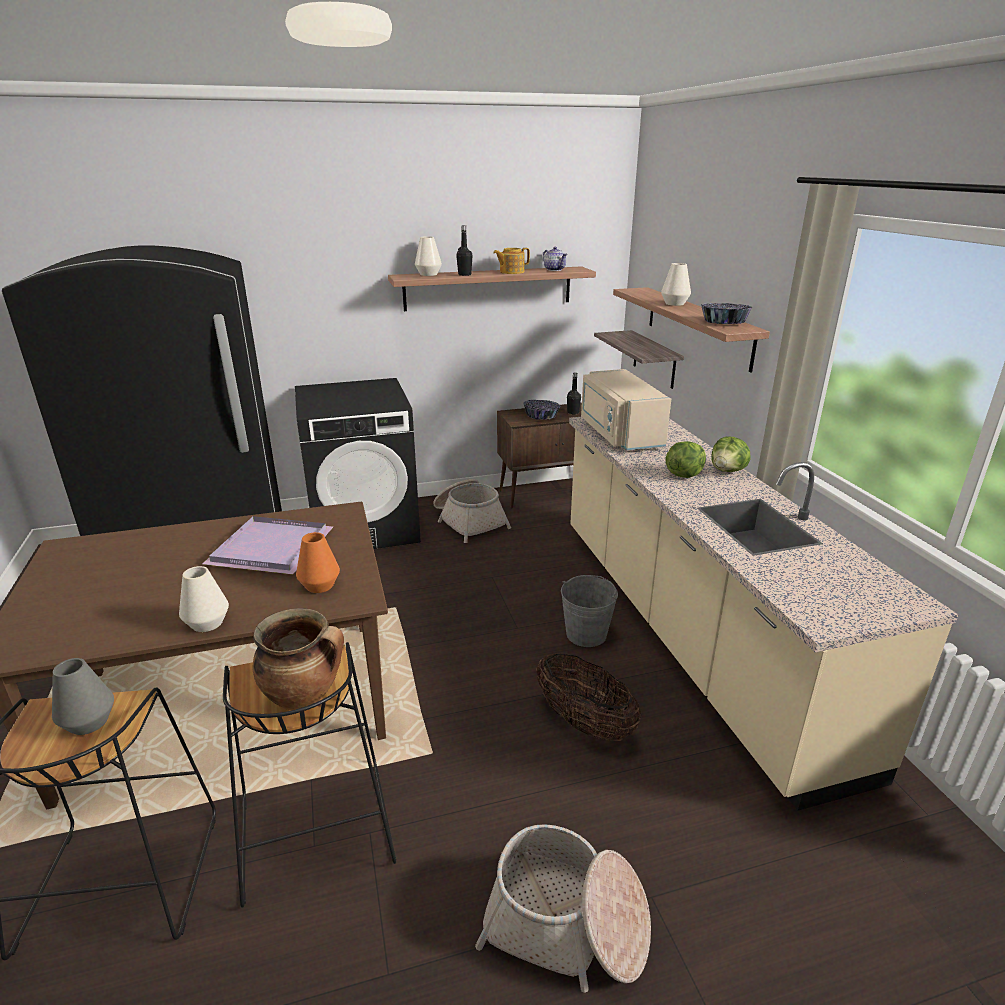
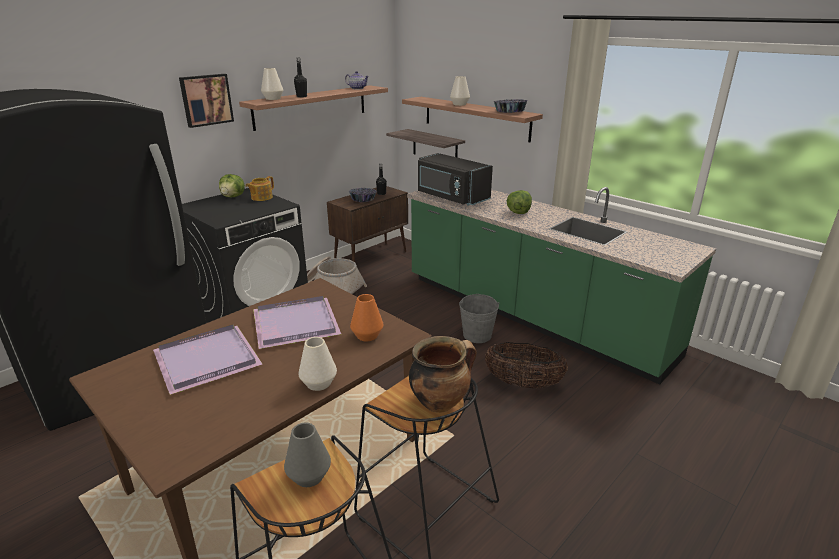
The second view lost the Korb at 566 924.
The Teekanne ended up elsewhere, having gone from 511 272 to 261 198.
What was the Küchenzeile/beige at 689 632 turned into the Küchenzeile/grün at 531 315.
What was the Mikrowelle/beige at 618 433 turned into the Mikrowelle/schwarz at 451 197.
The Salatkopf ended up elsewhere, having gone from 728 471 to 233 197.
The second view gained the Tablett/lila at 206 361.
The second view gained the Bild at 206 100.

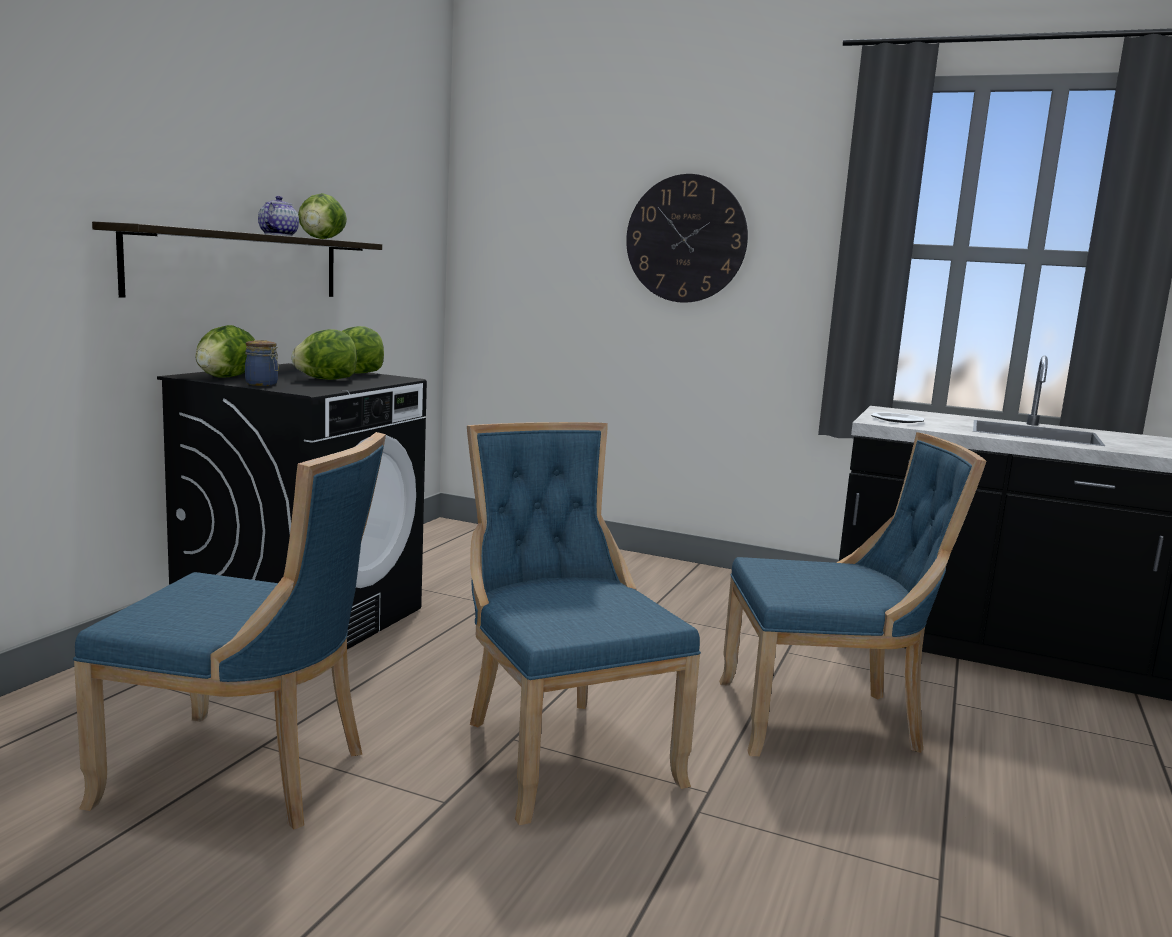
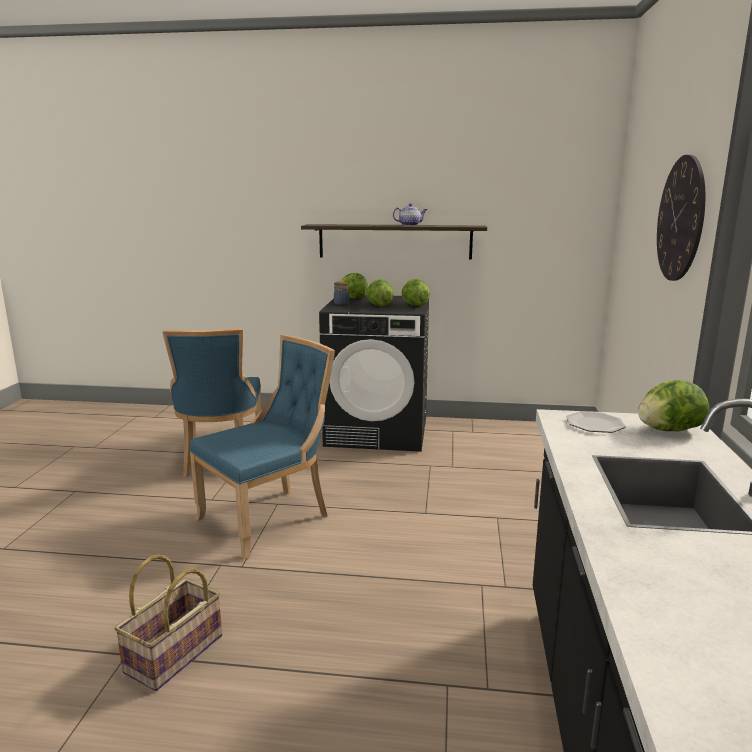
The Salatkopf ended up elsewhere, having gone from 321 239 to 668 430.
The second view lost the Stuhl/blau at 825 720.
The second view gained the Korb at 175 654.

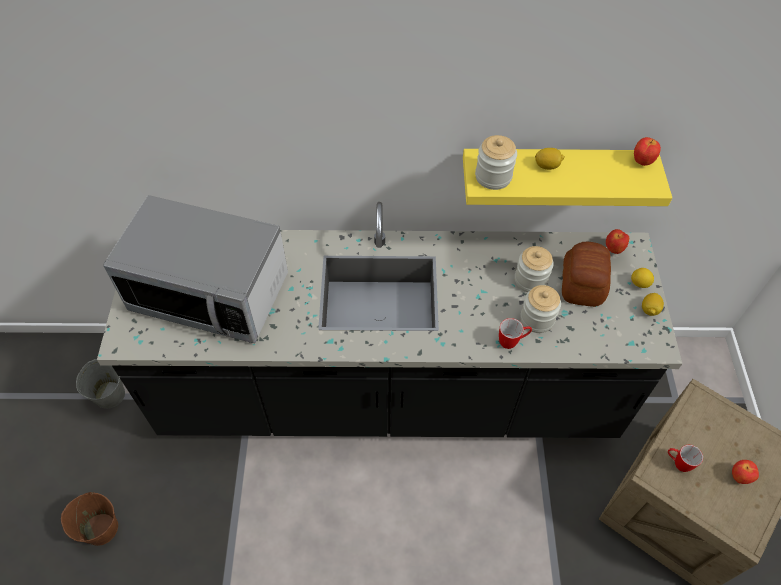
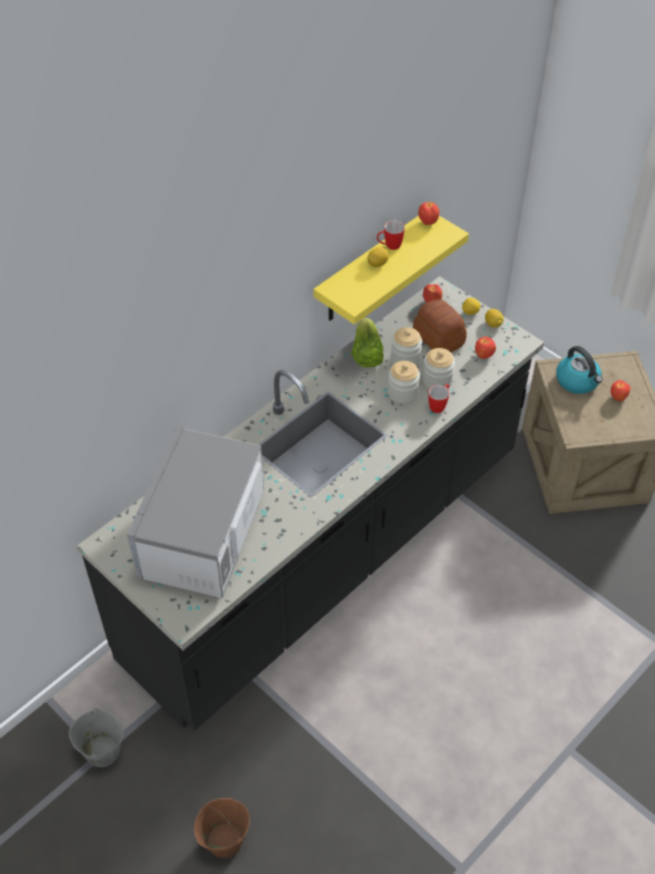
The Mikrowelle at 211 292 ended up facing another way, 135 degrees clockwise from before.
The Vorratsglas ended up elsewhere, having gone from 493 177 to 402 393.
The Henkelbecher ended up elsewhere, having gone from 677 463 to 389 246.
The second view gained the Salatkopf at 366 354.
The second view gained the Apfel at 484 356.
The second view gained the Wasserkessel at 578 381.

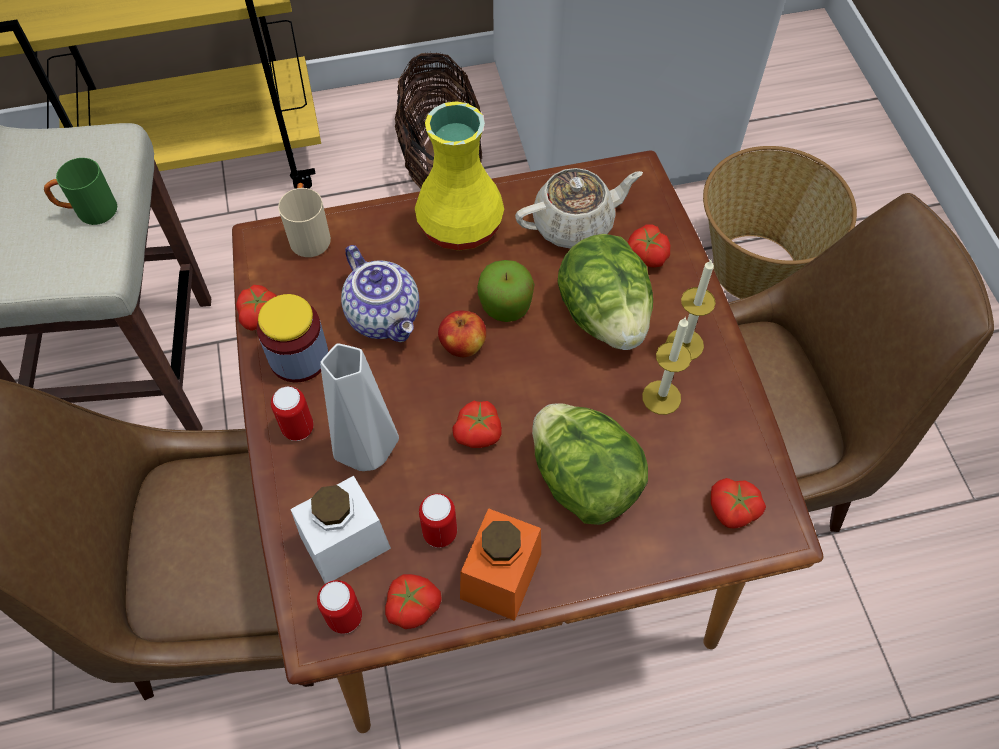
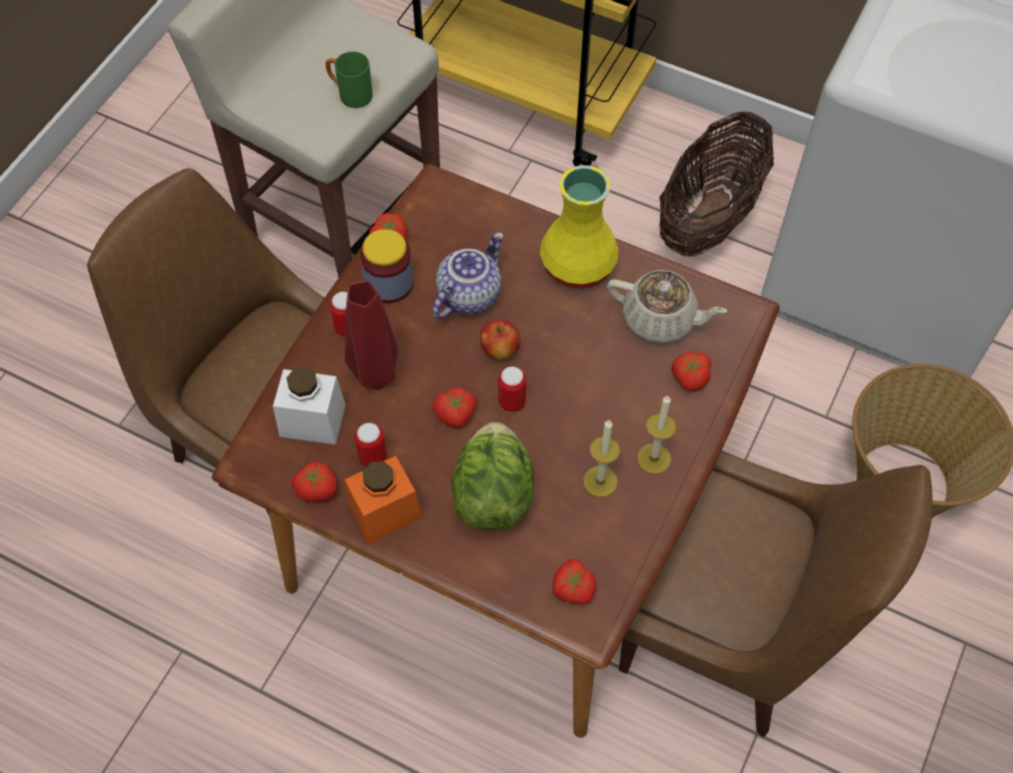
The second view lost the Henkelbecher/beige at 309 234.
The Dose ended up elsewhere, having gone from 344 617 to 511 402.
What was the Vase/grau at 368 455 turned into the Vase/rot at 374 377.
The Teekanne at 385 316 ended up facing another way, 150 degrees counterclockwise from before.
The second view lost the Apfel at 505 305.
The second view lost the Salatkopf at 604 315.

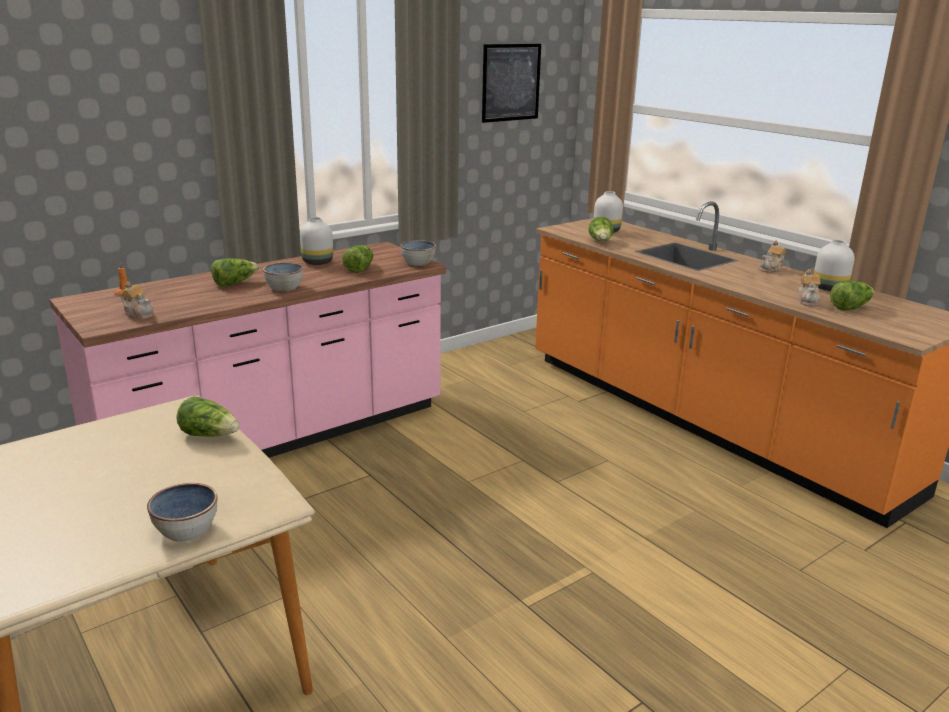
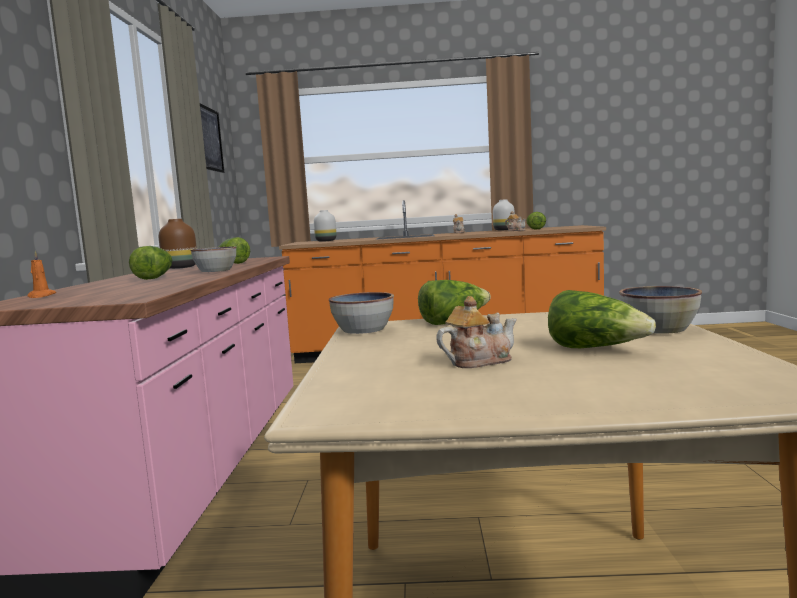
The Teekanne ended up elsewhere, having gone from 139 314 to 478 361.
What was the Vase/weiß at 317 262 turned into the Vase/braun at 179 268.
The Schüssel ended up elsewhere, having gone from 418 263 to 364 330.
The Salatkopf ended up elsewhere, having gone from 601 241 to 596 349.

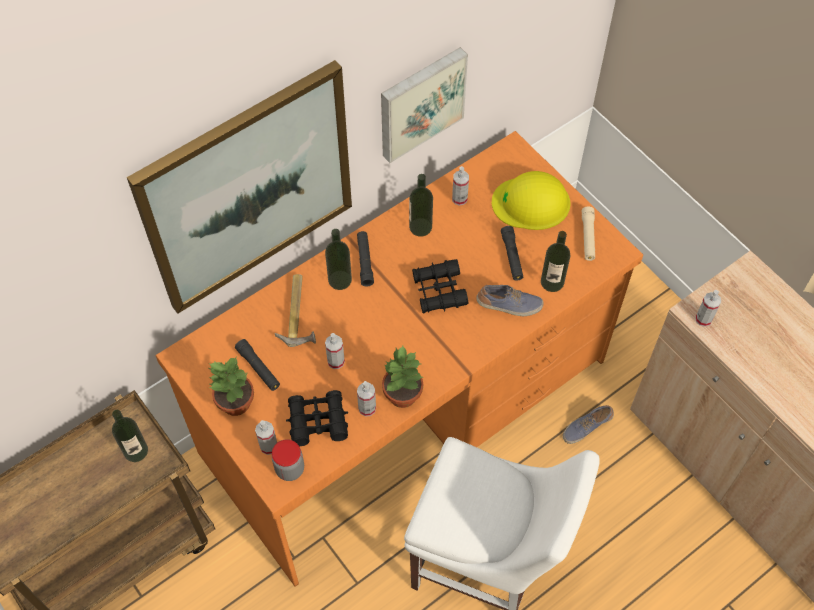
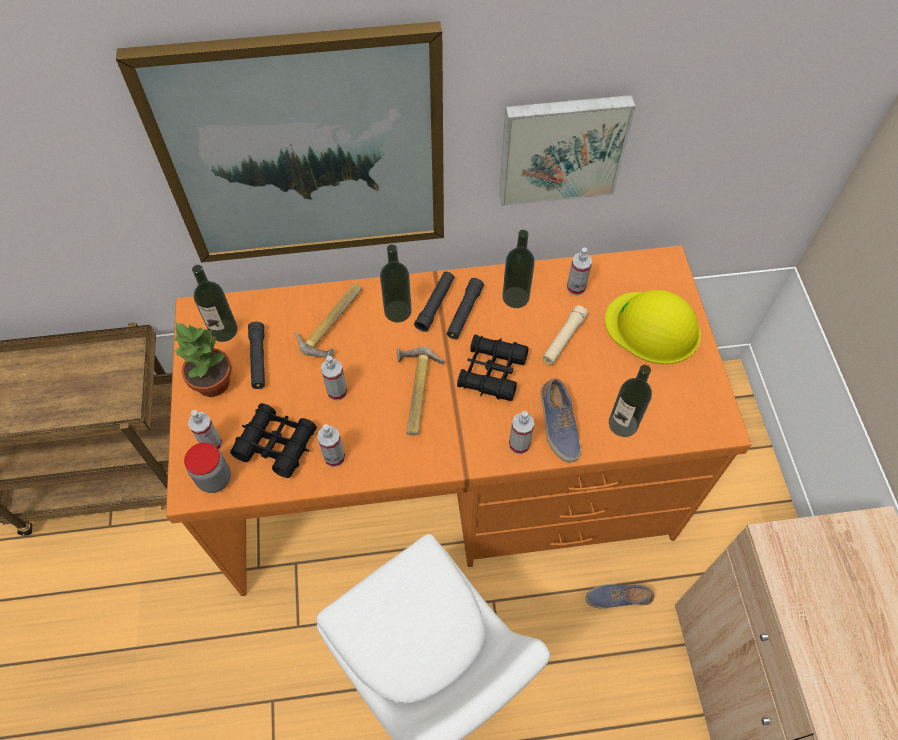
The Flasche ended up elsewhere, having gone from 136 451 to 223 330.
The second view lost the Topfpflanze at 402 395.
The Schuh at 509 306 ended up facing another way, 45 degrees clockwise from before.
The Taschenlampe/schwarz ended up elsewhere, having gone from 512 257 to 464 313.
The Taschenlampe/beige ended up elsewhere, having gone from 588 237 to 563 339.
The Sprühflasche ended up elsewhere, having gone from 703 319 to 519 444.
The second view gained the Hammer at 414 392.

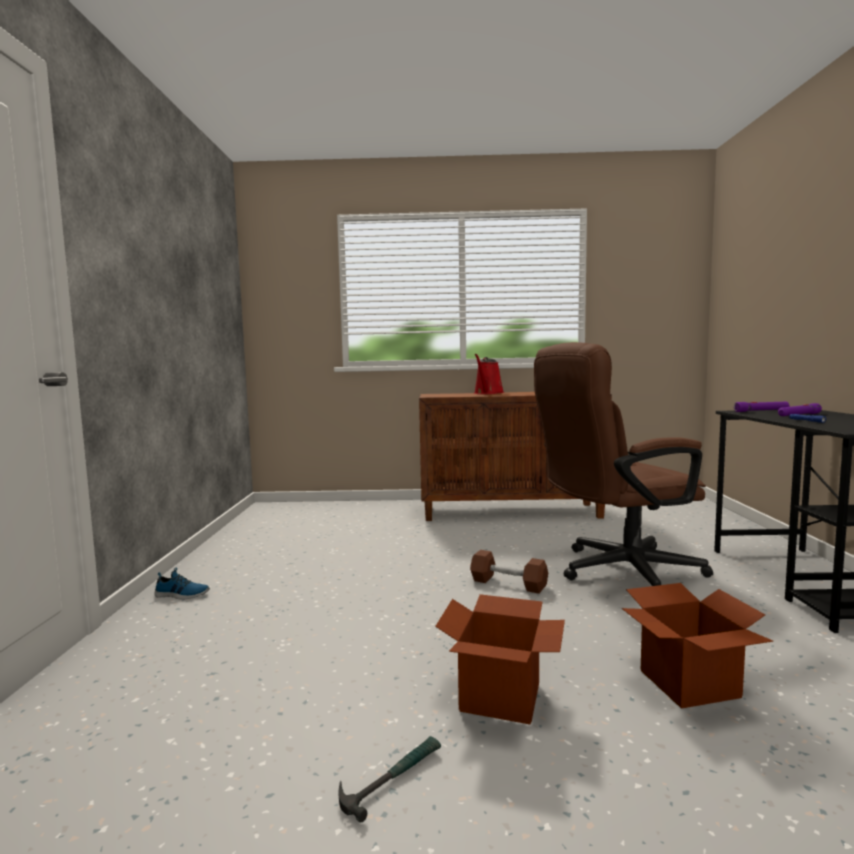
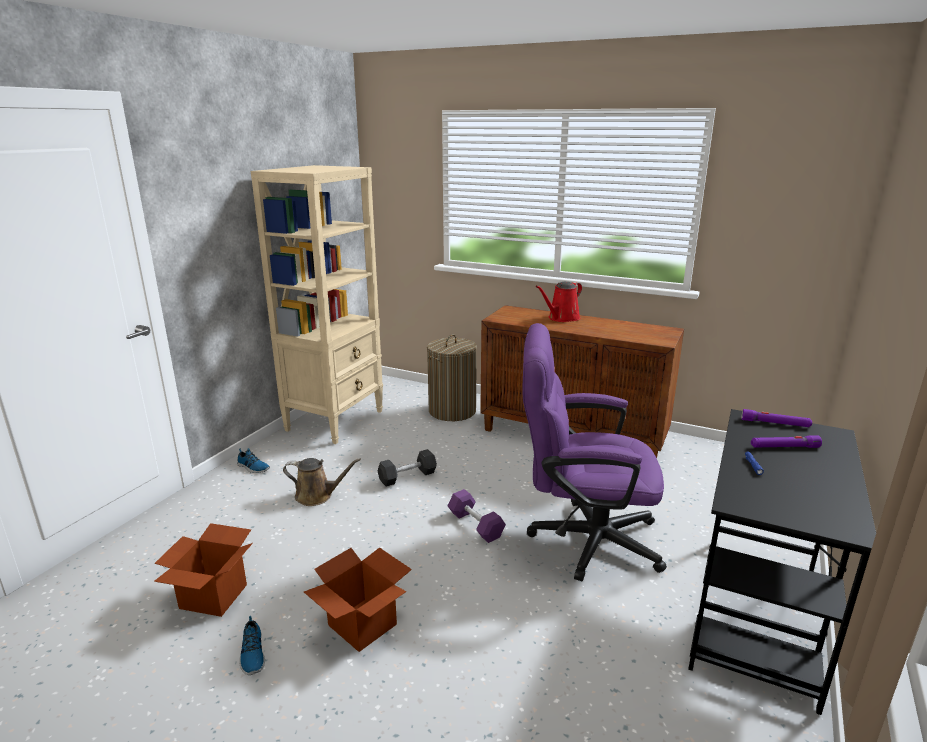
Where the Hammer stood at 391 778, the Schuh came to stand at 252 654.
What was the Hantel/braun at 508 584 turned into the Hantel/lila at 475 525.
What was the Bürostuhl/braun at 617 571 turned into the Bürostuhl/lila at 582 539.
The Karton ended up elsewhere, having gone from 689 683 to 214 596.
The second view gained the Bücherregal/beige at 336 420.
The second view gained the Gießkanne/braun at 317 496.
The second view gained the Hantel/grau at 407 476.
The second view gained the Wäschekorb at 452 411.

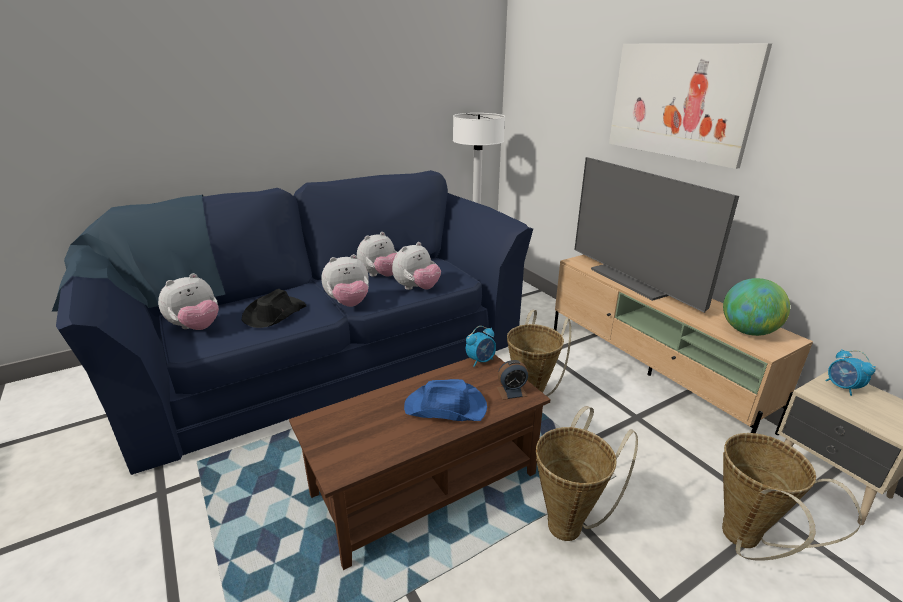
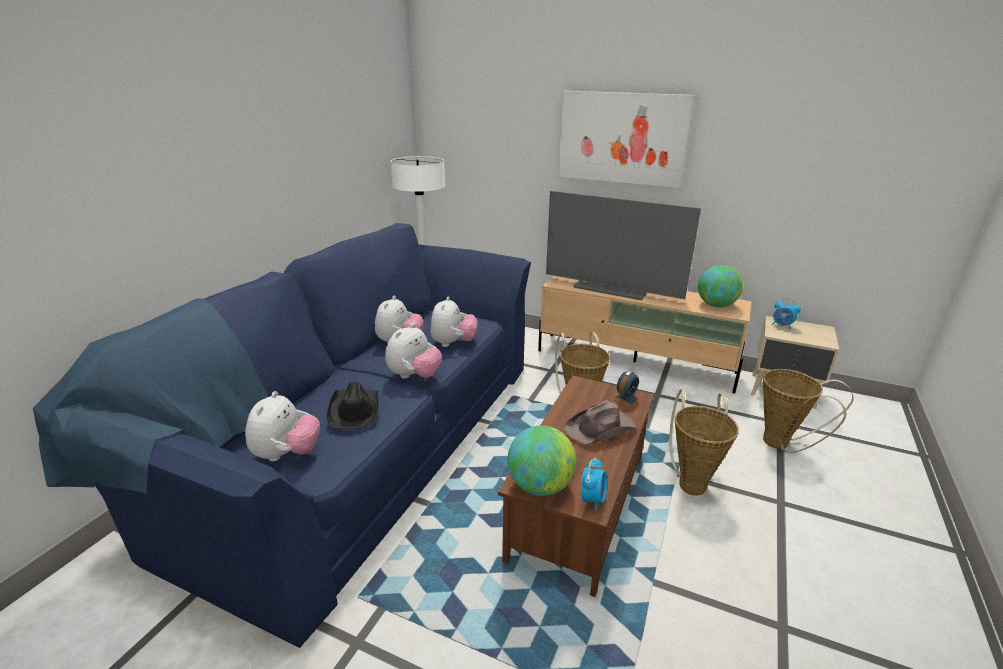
What was the Hut/blau at 446 408 turned into the Hut/braun at 600 428.
The Wecker ended up elsewhere, having gone from 481 361 to 592 499.
The second view gained the Globus at 540 486.

